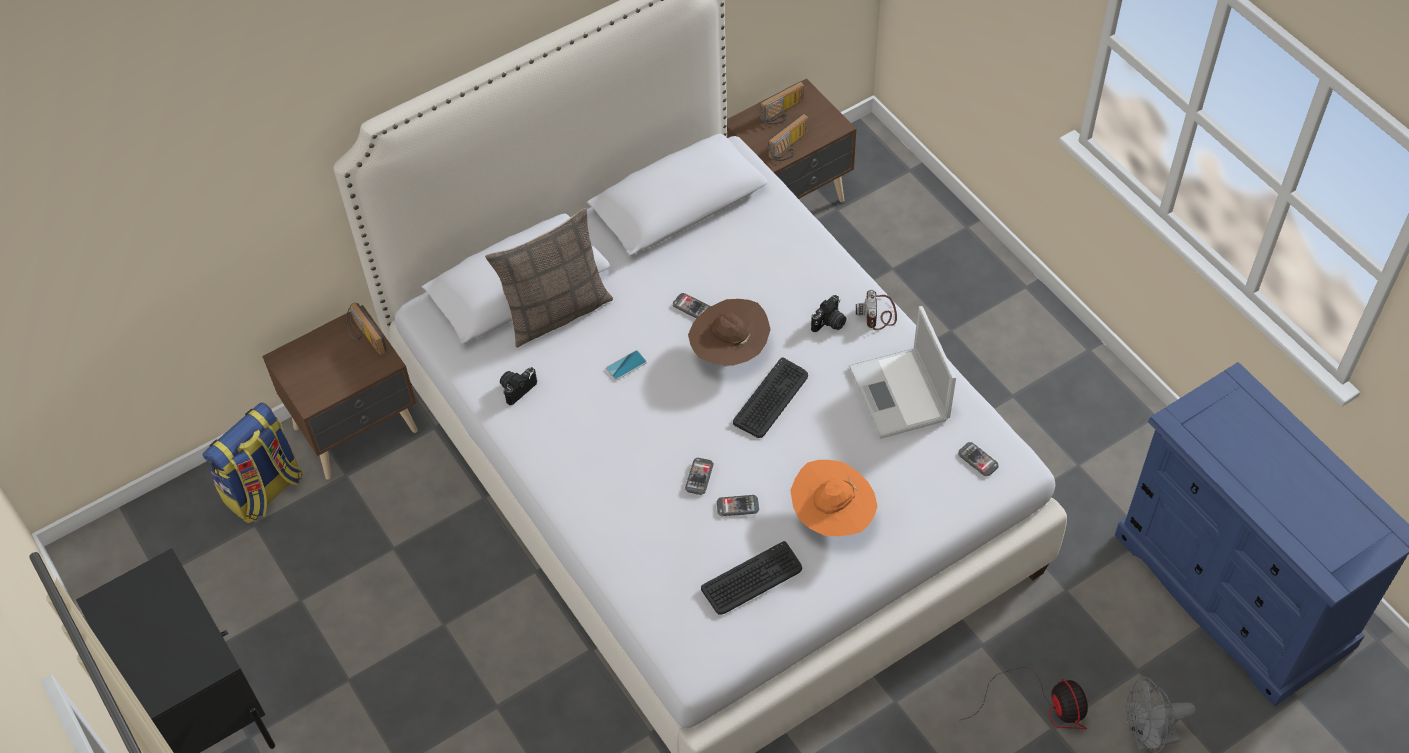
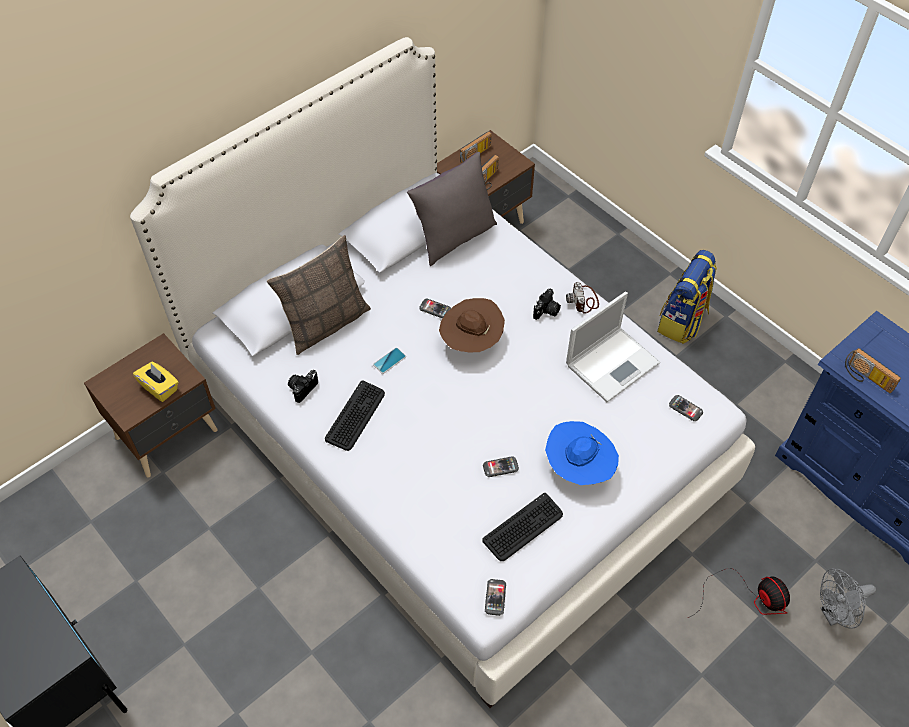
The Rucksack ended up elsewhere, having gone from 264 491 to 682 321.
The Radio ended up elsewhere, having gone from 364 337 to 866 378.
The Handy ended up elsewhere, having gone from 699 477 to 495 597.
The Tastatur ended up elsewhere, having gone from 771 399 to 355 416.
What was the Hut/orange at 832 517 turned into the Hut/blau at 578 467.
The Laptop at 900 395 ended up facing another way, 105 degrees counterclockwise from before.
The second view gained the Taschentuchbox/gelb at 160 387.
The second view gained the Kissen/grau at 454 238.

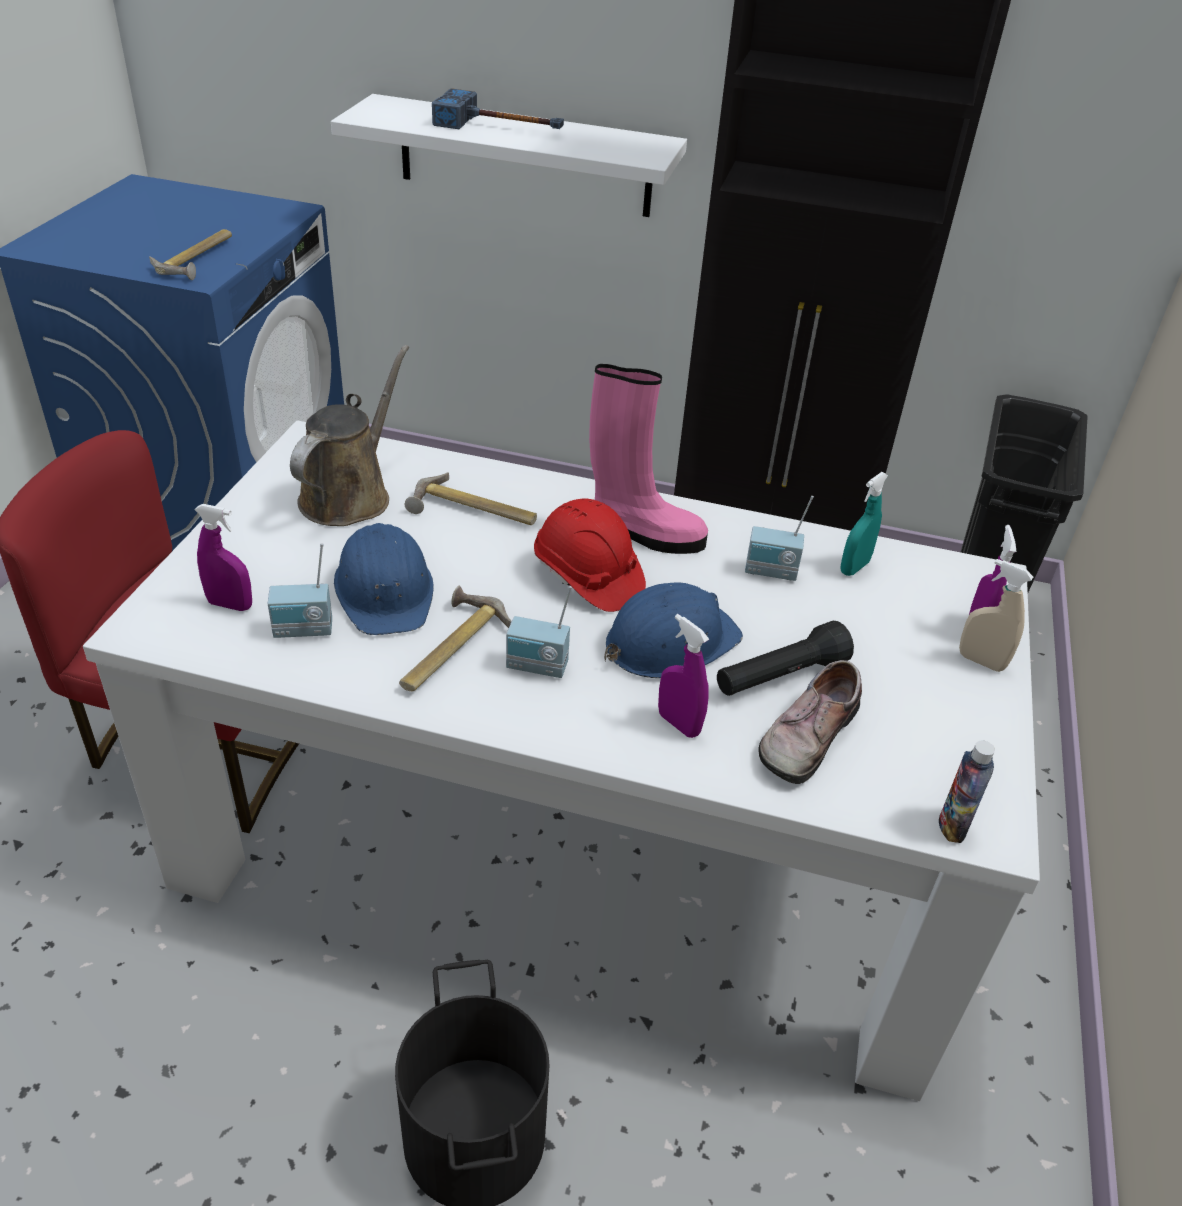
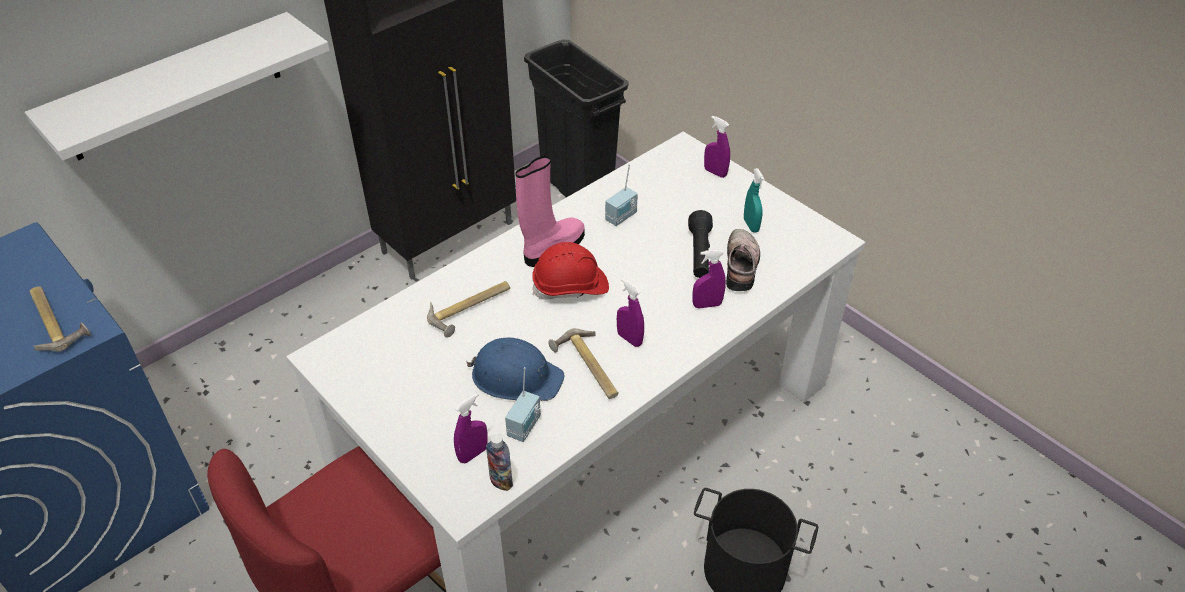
The second view lost the Gießkanne/braun at 350 495.
The second view lost the Hammer at 500 127.
Where the Radio stood at 536 667, the Sprühflasche/lila came to stand at 629 339.
The second view lost the Schutzhelm/blau at 669 642.
The Schuh at 805 735 ended up facing another way, 150 degrees counterclockwise from before.
The Sprühflasche/türkis ended up elsewhere, having gone from 854 567 to 751 225.
The Flasche ended up elsewhere, having gone from 952 826 to 501 481.
The second view lost the Sprühflasche/beige at 981 661.

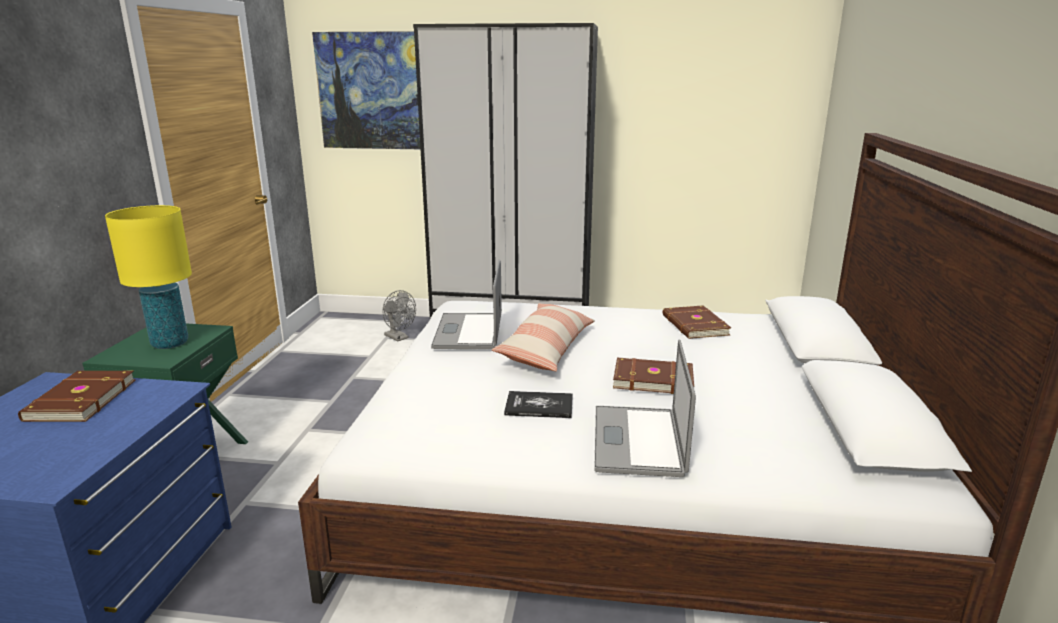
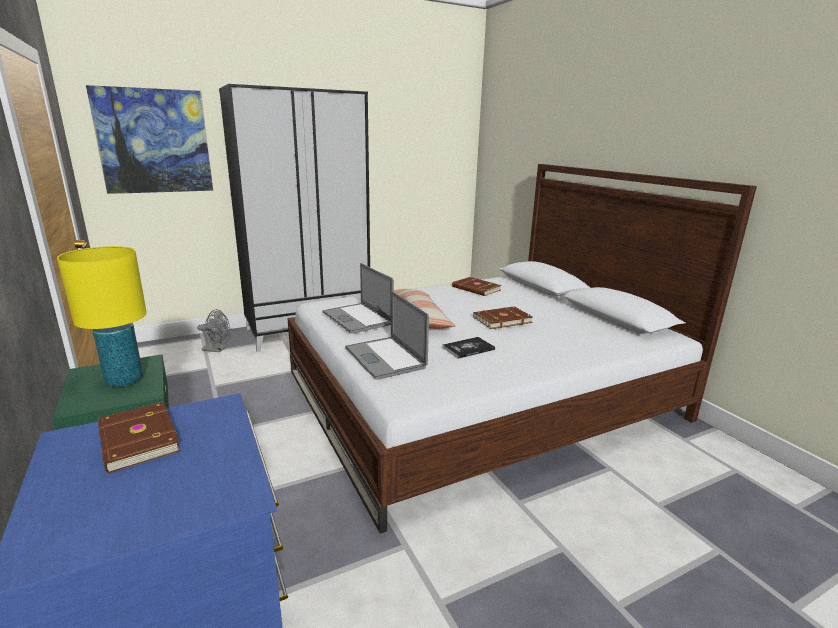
The Laptop ended up elsewhere, having gone from 638 440 to 385 357.

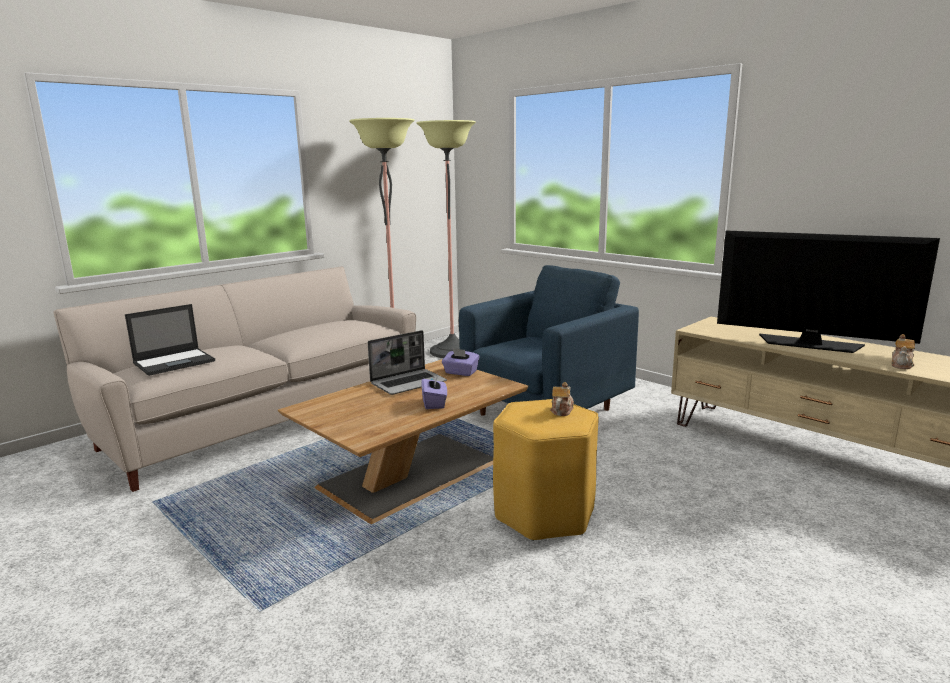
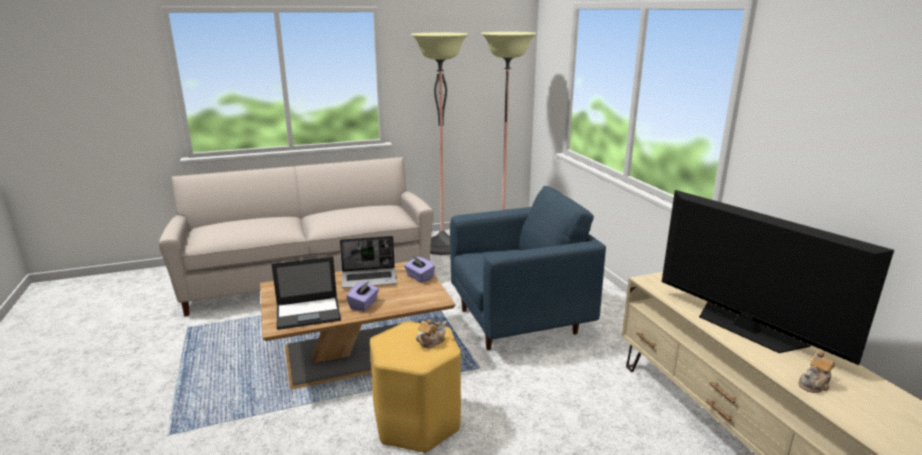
The Laptop ended up elsewhere, having gone from 175 362 to 309 313.

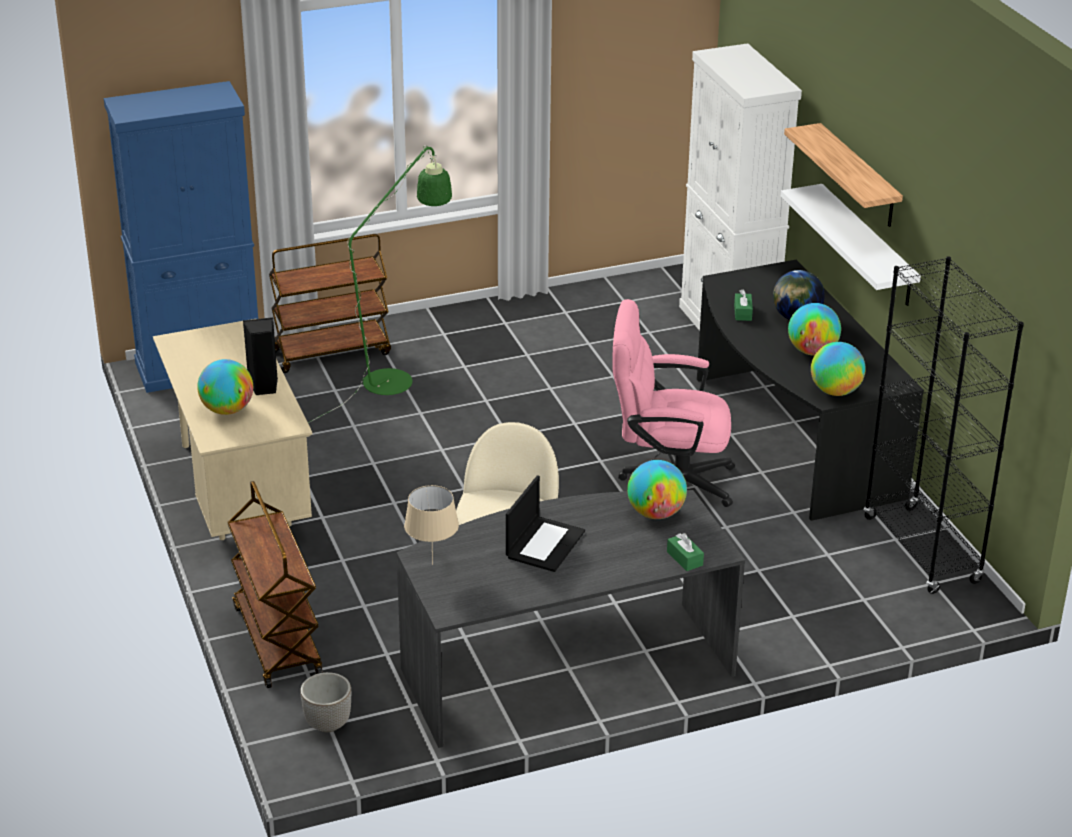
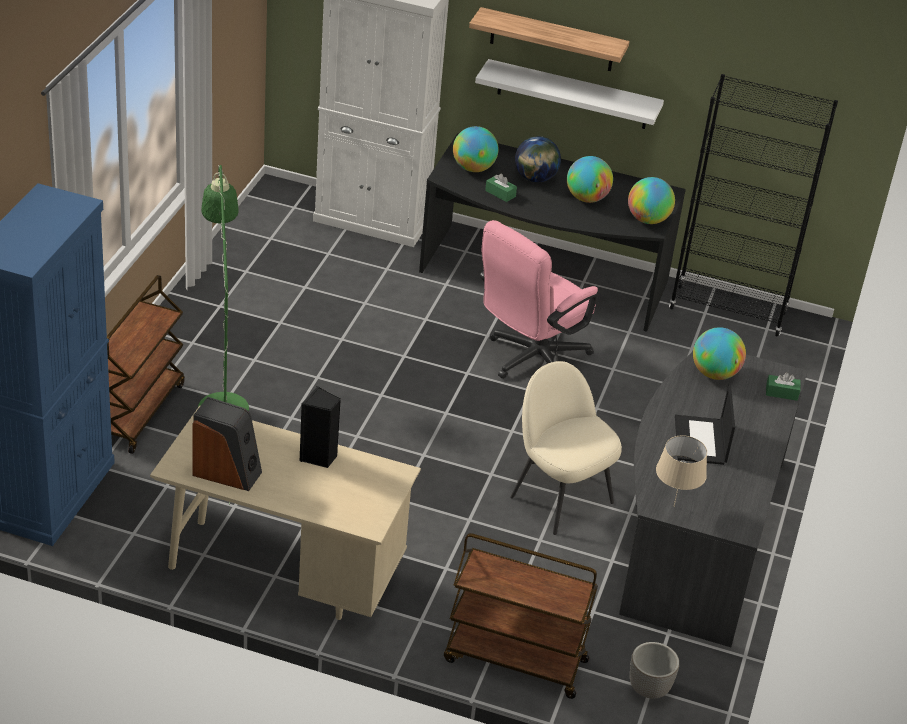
The Globus ended up elsewhere, having gone from 227 410 to 473 168.
The Laptop at 545 544 ended up facing another way, 150 degrees counterclockwise from before.
The second view gained the Lautsprecher at 227 472.

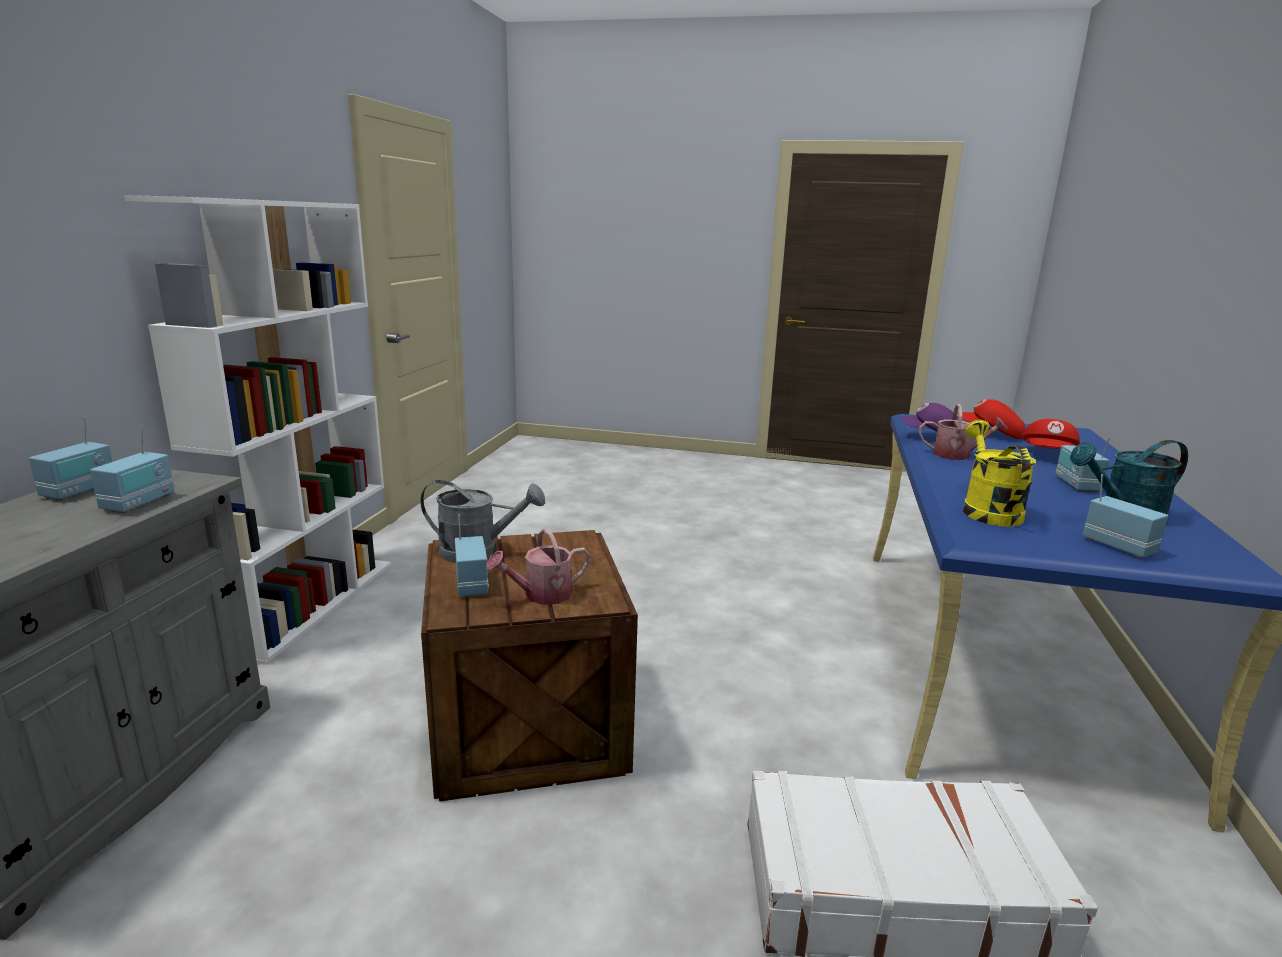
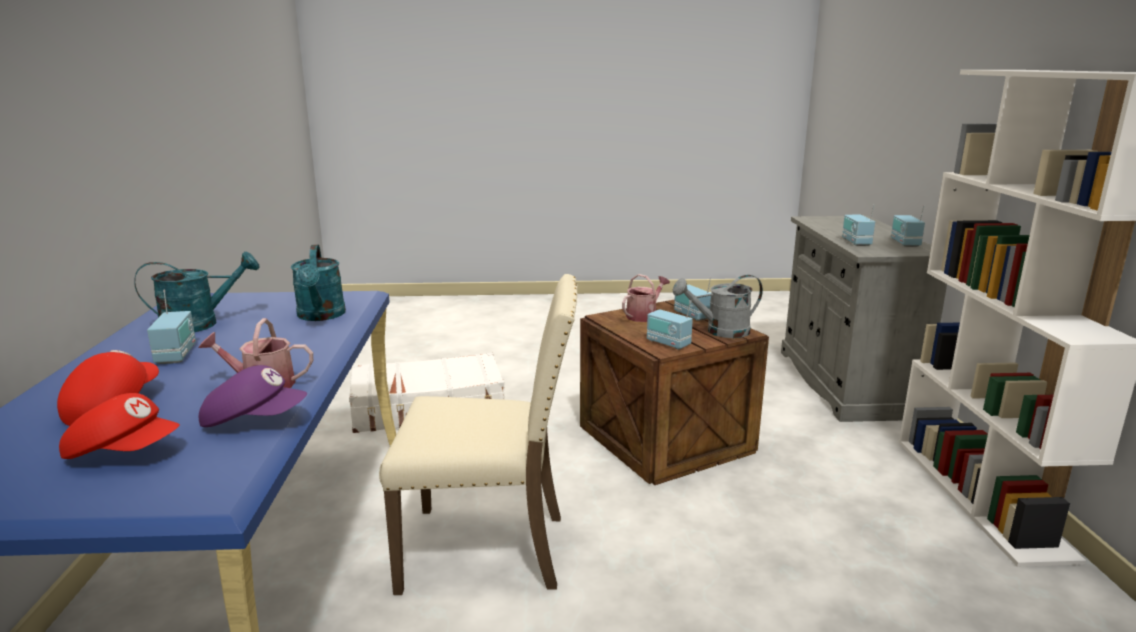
What was the Gießkanne/gelb at 987 510 turned into the Gießkanne/türkis at 321 316.
The Radio ended up elsewhere, having gone from 1119 546 to 668 343.
The second view gained the Stuhl/beige at 489 549.

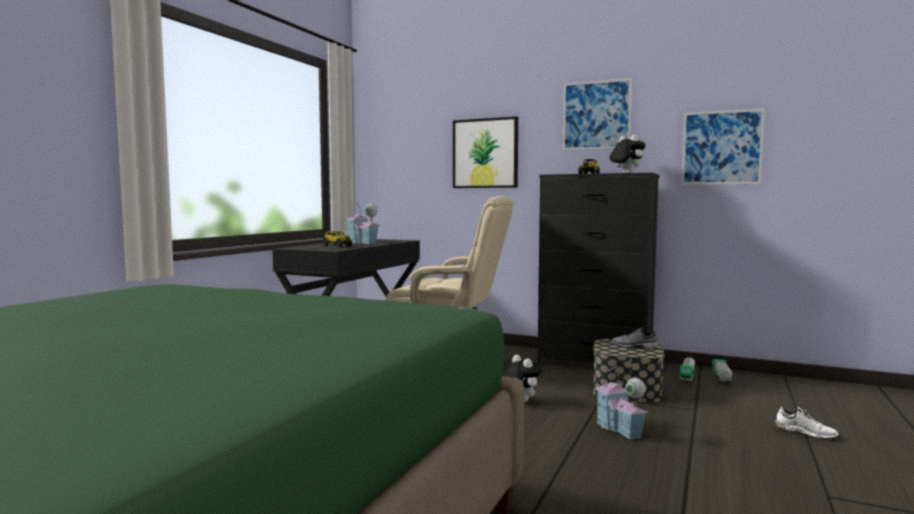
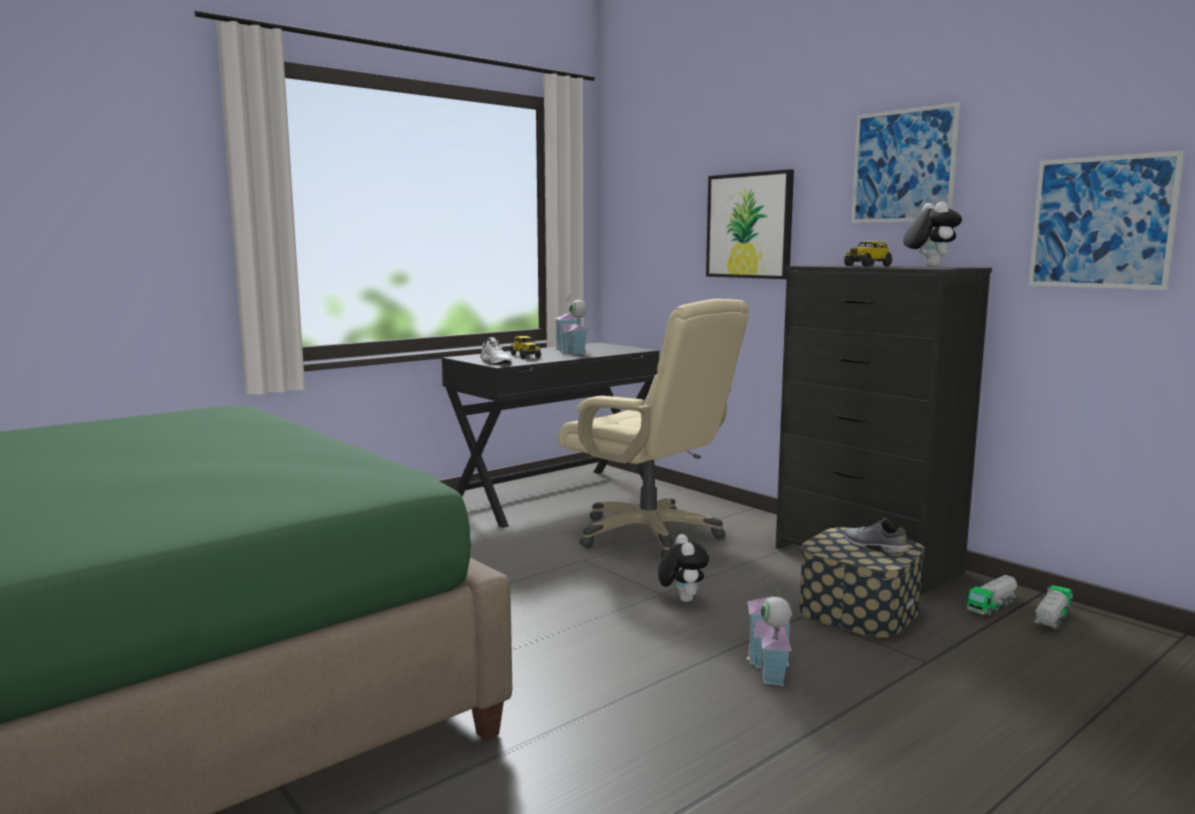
The Schuh/weiß ended up elsewhere, having gone from 805 432 to 496 362.

